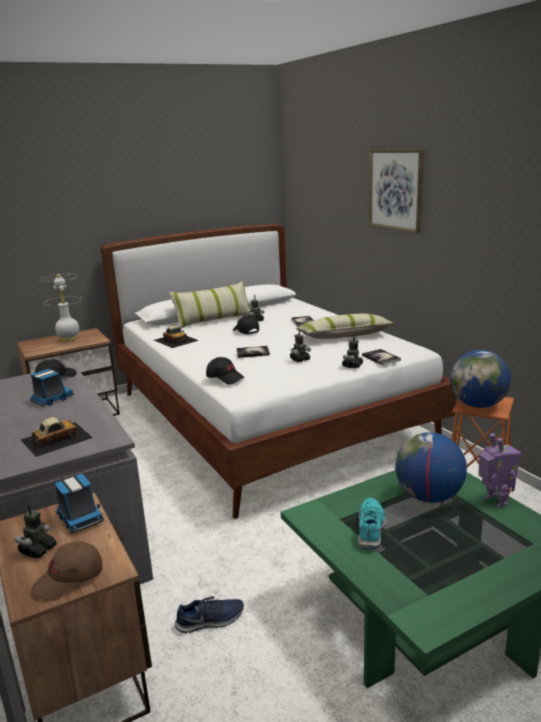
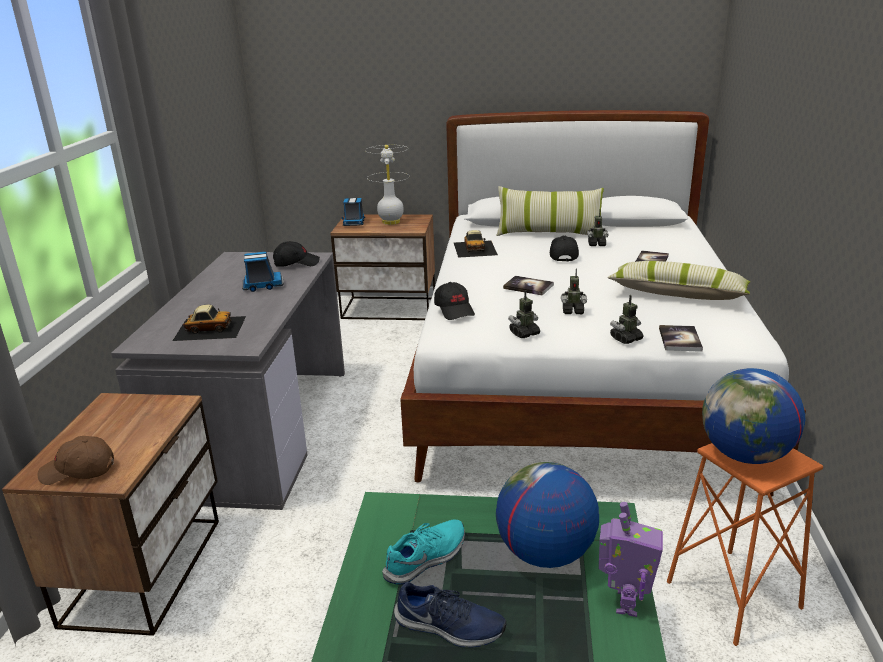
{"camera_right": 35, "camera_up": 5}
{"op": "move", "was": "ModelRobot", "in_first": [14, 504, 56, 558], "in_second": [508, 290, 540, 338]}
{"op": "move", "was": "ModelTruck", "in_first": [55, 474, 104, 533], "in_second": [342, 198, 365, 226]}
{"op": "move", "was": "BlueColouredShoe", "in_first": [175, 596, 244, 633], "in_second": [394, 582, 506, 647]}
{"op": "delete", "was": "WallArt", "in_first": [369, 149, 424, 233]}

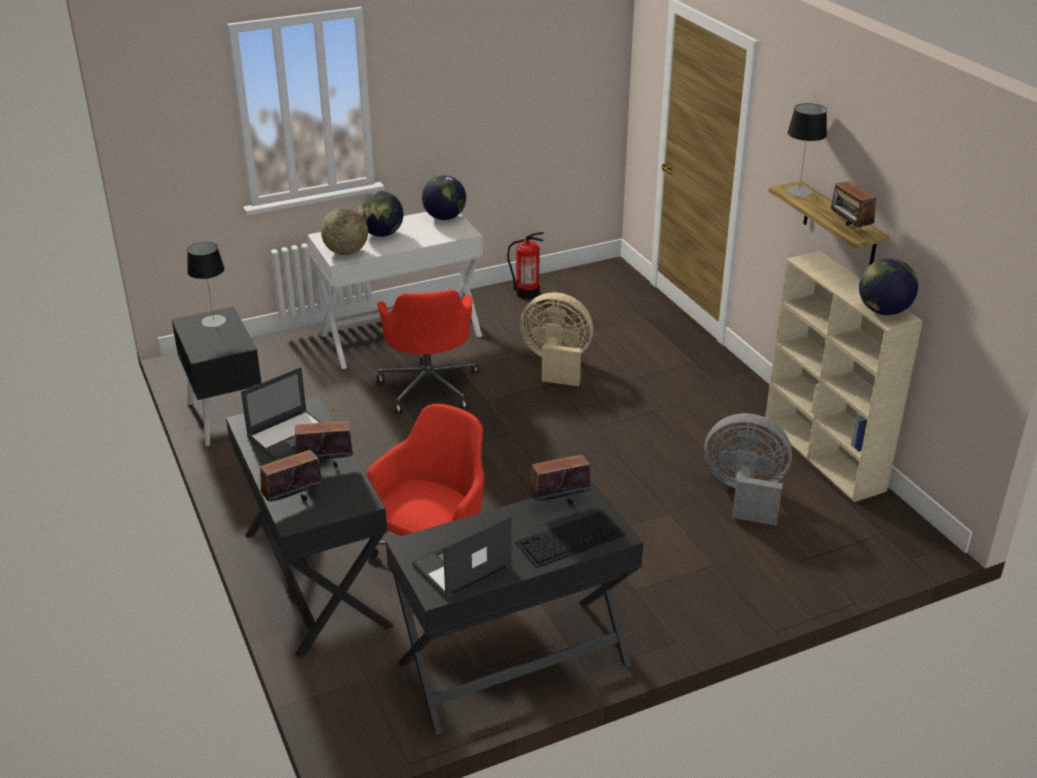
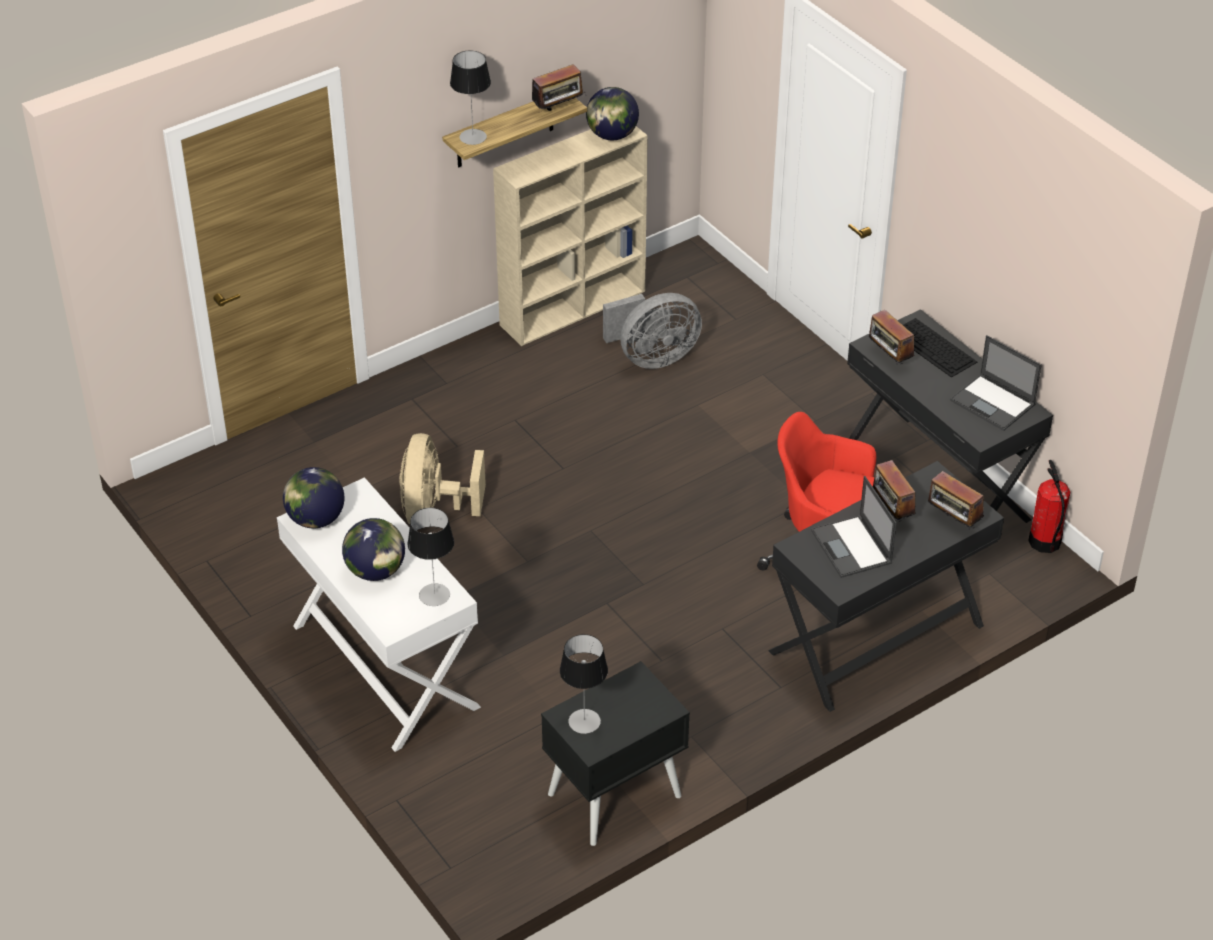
{"camera_right": -100, "camera_up": 10}
{"op": "rotate", "was": "Laptop", "in_first": [241, 367, 321, 461], "in_second": [811, 476, 897, 578], "clockwise": -150}
{"op": "replace", "was": "DeskGlobe", "now": "TabletopLamp", "in_first": [321, 208, 368, 255], "in_second": [407, 508, 454, 606]}
{"op": "delete", "was": "RedDeskChair", "in_first": [377, 290, 479, 414]}
{"op": "move", "was": "Extinguisher", "in_first": [507, 232, 544, 299], "in_second": [1028, 460, 1070, 553]}
{"op": "rotate", "was": "GreyishCoolingFan", "in_first": [704, 413, 792, 526], "in_second": [603, 293, 702, 369], "clockwise": -120}

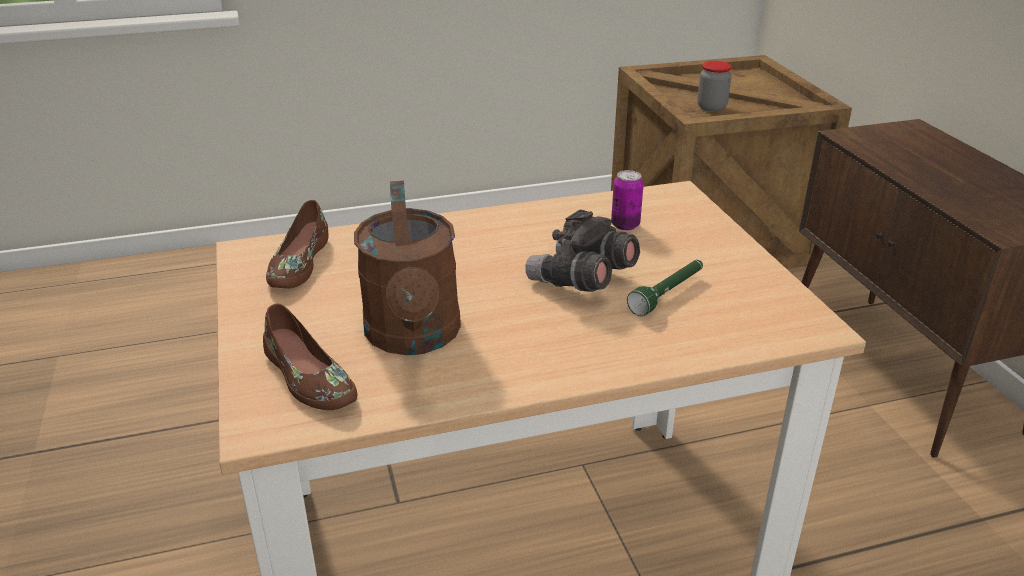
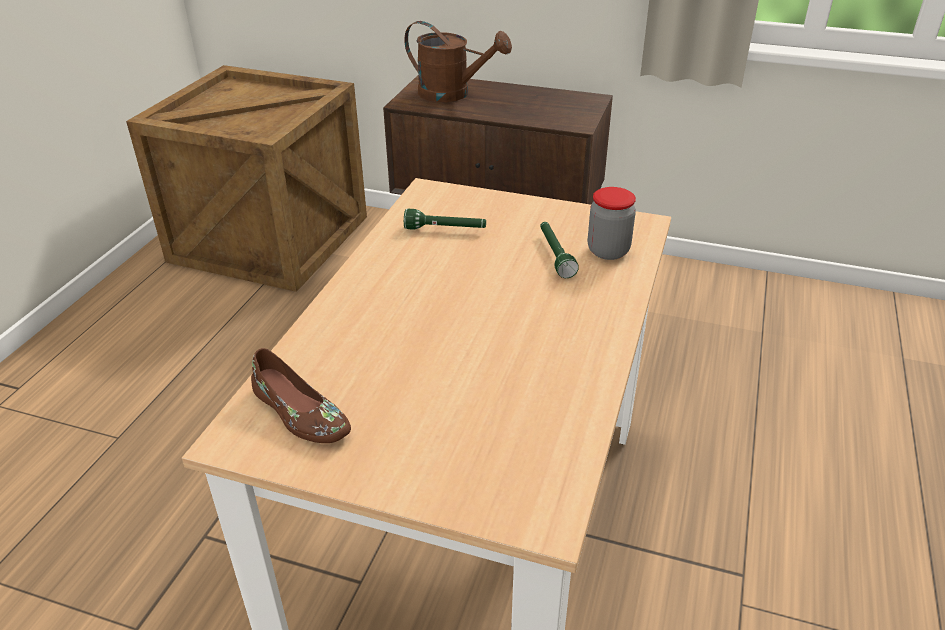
{"camera_right": -55, "camera_up": 5}
{"op": "delete", "was": "BrownColouredShoe", "in_first": [263, 303, 357, 410]}
{"op": "move", "was": "BrownColouredWateringCan", "in_first": [354, 181, 461, 355], "in_second": [404, 21, 512, 102]}
{"op": "delete", "was": "GreyishFieldGlasses", "in_first": [525, 210, 640, 292]}
{"op": "replace", "was": "MetalCan", "now": "GreenishFlashlight", "in_first": [611, 170, 644, 231], "in_second": [404, 209, 486, 230]}
{"op": "move", "was": "StorageJar", "in_first": [697, 61, 732, 112], "in_second": [588, 187, 636, 260]}

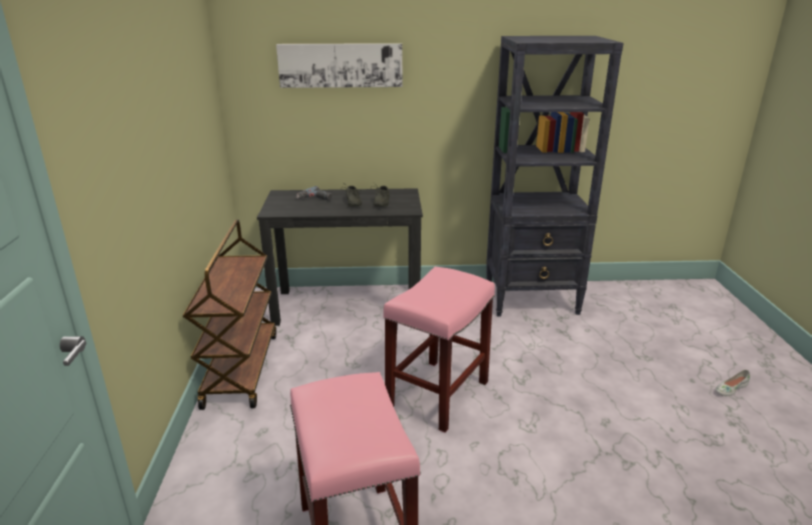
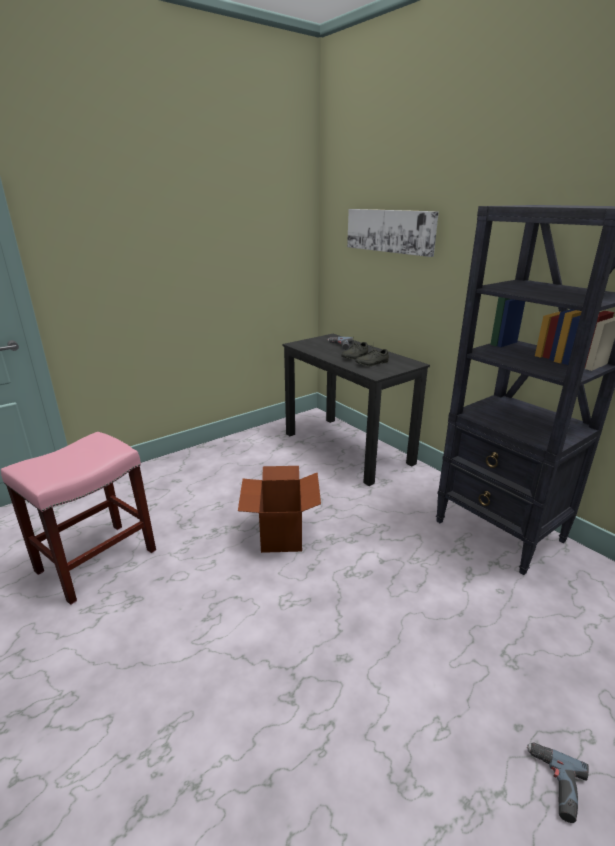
{"camera_right": 55, "camera_up": 0}
{"op": "delete", "was": "BrownColouredCart", "in_first": [183, 220, 276, 410]}
{"op": "replace", "was": "PinkSittingStool", "now": "Carton", "in_first": [383, 267, 495, 433], "in_second": [238, 466, 321, 553]}
{"op": "replace", "was": "WhiteColouredShoe", "now": "ElectricDrill", "in_first": [715, 370, 750, 396], "in_second": [527, 742, 589, 823]}

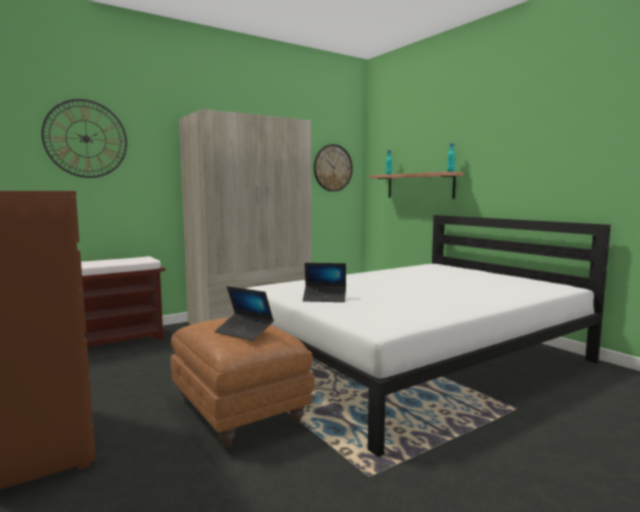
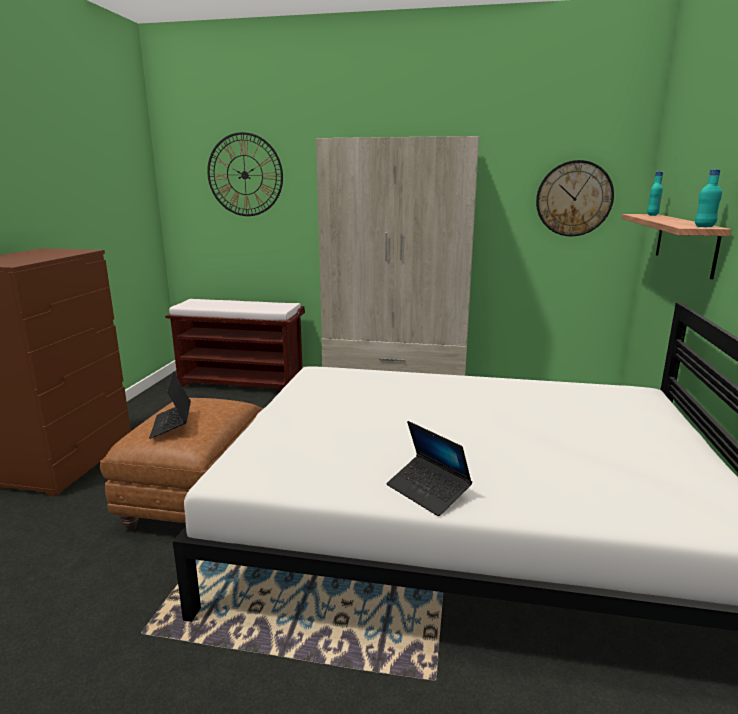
{"camera_right": 45, "camera_up": 10}
{"op": "move", "was": "Laptop", "in_first": [303, 263, 346, 302], "in_second": [386, 421, 472, 516]}

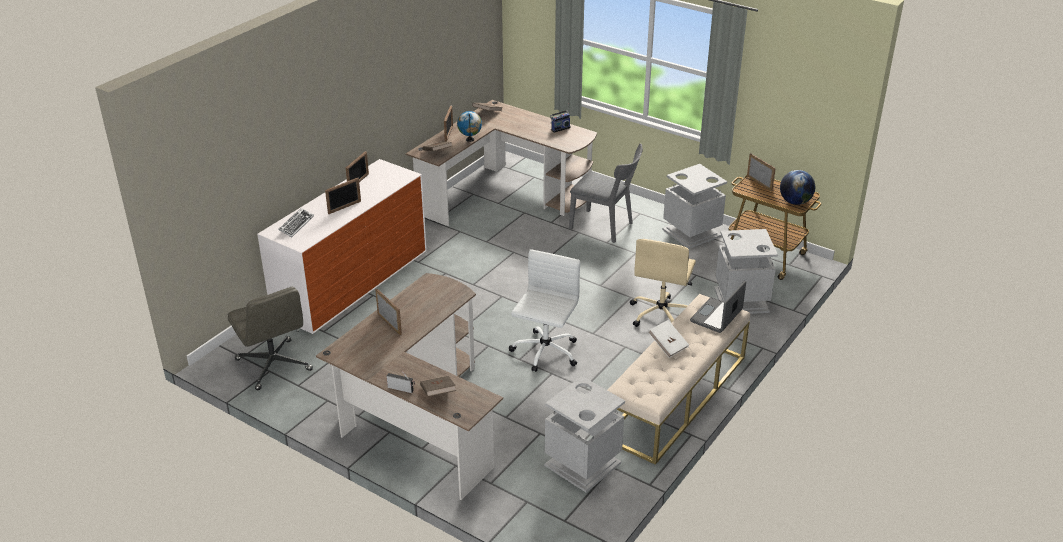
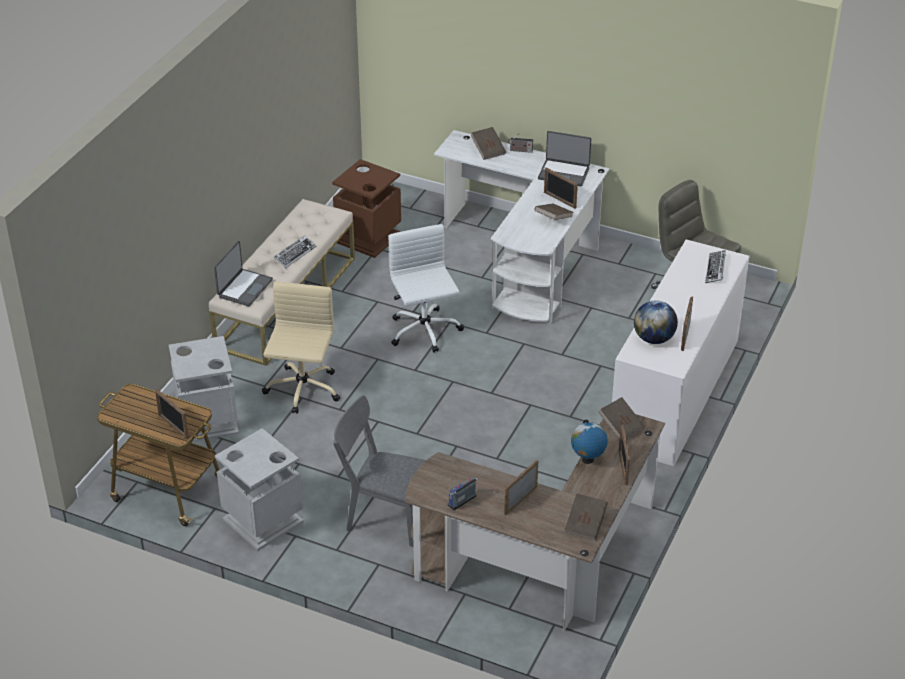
{"camera_right": 170, "camera_up": 5}
{"op": "recolor", "was": "BrownColouredDeskTable", "now": "WhiteColouredDeskTable", "in_first": [316, 273, 503, 500], "in_second": [434, 130, 610, 324]}
{"op": "move", "was": "PhotoFrame", "in_first": [325, 178, 361, 214], "in_second": [504, 460, 538, 515]}
{"op": "rotate", "was": "WhiteColouredDeskChair", "in_first": [509, 250, 580, 372], "in_second": [388, 224, 464, 352], "clockwise": 150}
{"op": "recolor", "was": "GreyishWasteBin", "now": "BrownColouredWasteBin", "in_first": [545, 376, 625, 493], "in_second": [332, 159, 401, 258]}
{"op": "replace", "was": "WhiteColouredBook", "now": "Keyboard", "in_first": [648, 320, 689, 358], "in_second": [274, 235, 316, 268]}
{"op": "move", "was": "DeskGlobe", "in_first": [780, 170, 815, 205], "in_second": [634, 300, 678, 344]}
{"op": "insert", "now": "BrownColouredBook", "in_second": [534, 203, 574, 220]}
{"op": "insert", "now": "Laptop", "in_second": [538, 131, 591, 186]}

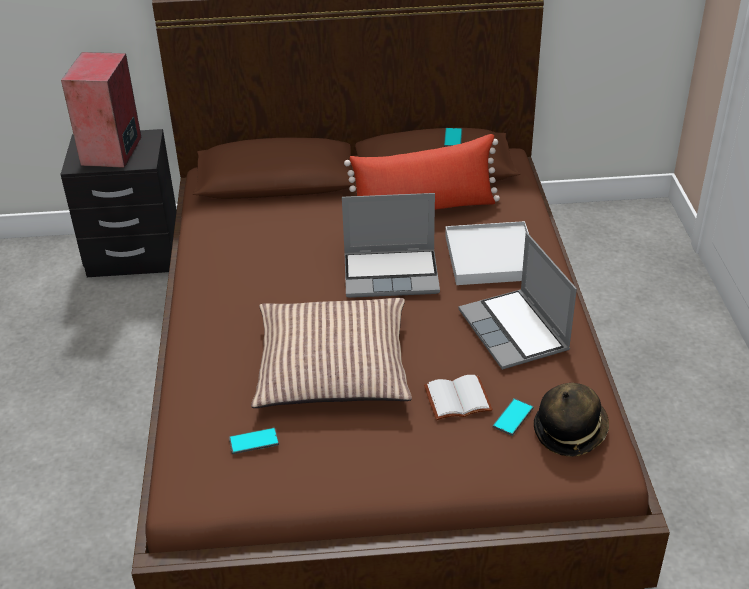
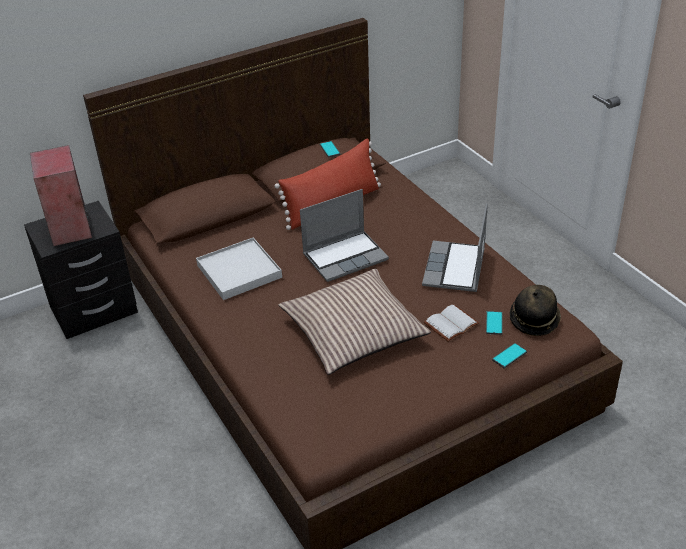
{"camera_right": -25, "camera_up": 0}
{"op": "move", "was": "Telephone", "in_first": [229, 428, 279, 454], "in_second": [492, 343, 527, 368]}
{"op": "move", "was": "WhiteColouredTray", "in_first": [445, 221, 529, 285], "in_second": [196, 237, 282, 300]}
{"op": "rotate", "was": "Laptop", "in_first": [459, 232, 577, 370], "in_second": [422, 203, 488, 292], "clockwise": 60}

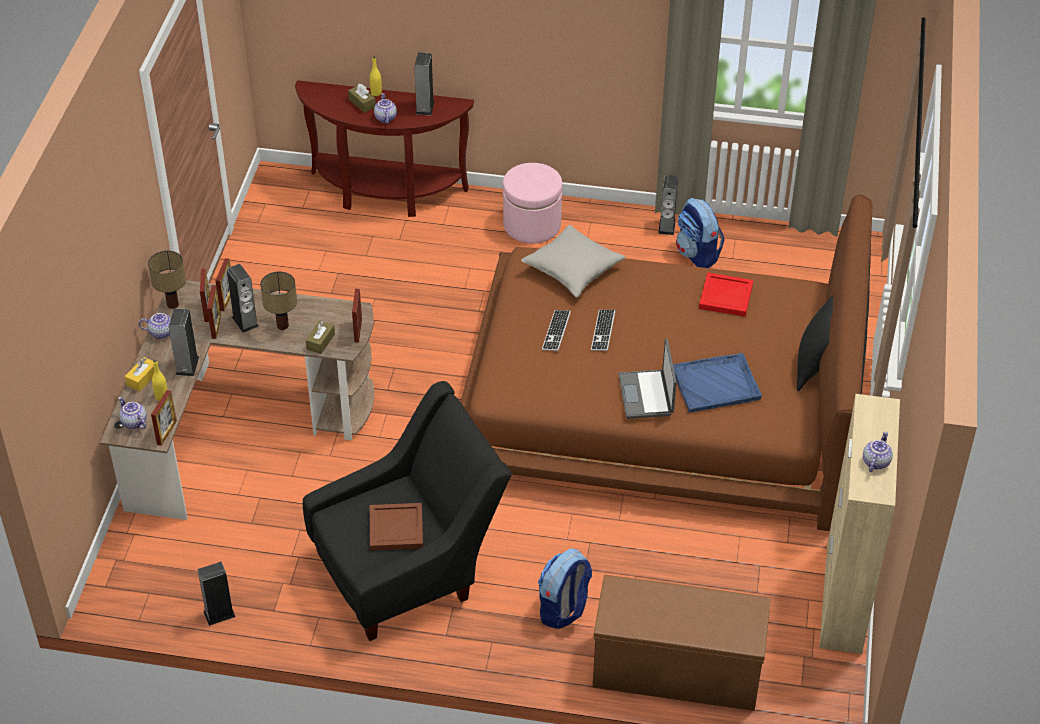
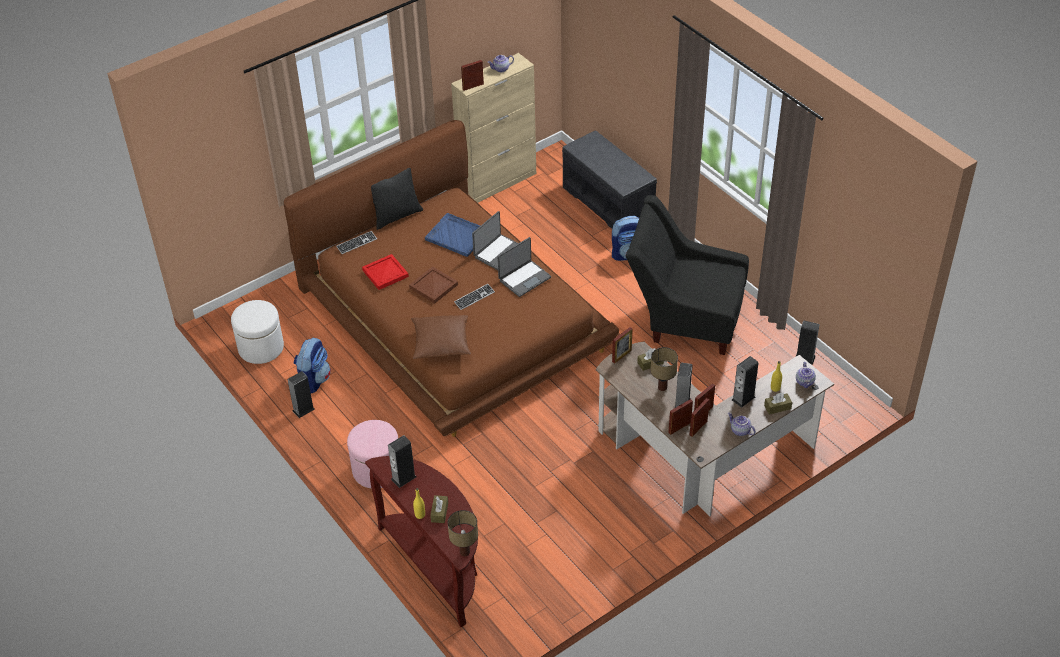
{"camera_right": -135, "camera_up": 0}
{"op": "recolor", "was": "YellowTissueHolder", "now": "BrownColouredTissueHolder", "in_first": [124, 357, 154, 392], "in_second": [764, 393, 792, 415]}
{"op": "move", "was": "TabletopLamp", "in_first": [148, 251, 186, 309], "in_second": [448, 510, 478, 556]}
{"op": "move", "was": "PhotoFrame", "in_first": [151, 390, 177, 446], "in_second": [461, 60, 484, 91]}
{"op": "move", "was": "BrownColouredTray", "in_first": [370, 503, 423, 551], "in_second": [409, 266, 458, 304]}
{"op": "delete", "was": "Teapot", "in_first": [374, 93, 397, 124]}
{"op": "recolor", "was": "GreyishPillow", "now": "BrownColouredPillow", "in_first": [521, 225, 625, 298], "in_second": [411, 315, 471, 359]}
{"op": "move", "was": "Keyboard", "in_first": [542, 310, 571, 351], "in_second": [336, 231, 377, 254]}
{"op": "recolor", "was": "BrownColouredLongSeat", "now": "GreyishLongSeat", "in_first": [593, 575, 770, 711], "in_second": [562, 130, 657, 229]}
{"op": "insert", "now": "WhiteColouredPouffe", "in_second": [231, 300, 284, 364]}
{"op": "insert", "now": "Laptop", "in_second": [497, 237, 551, 297]}

